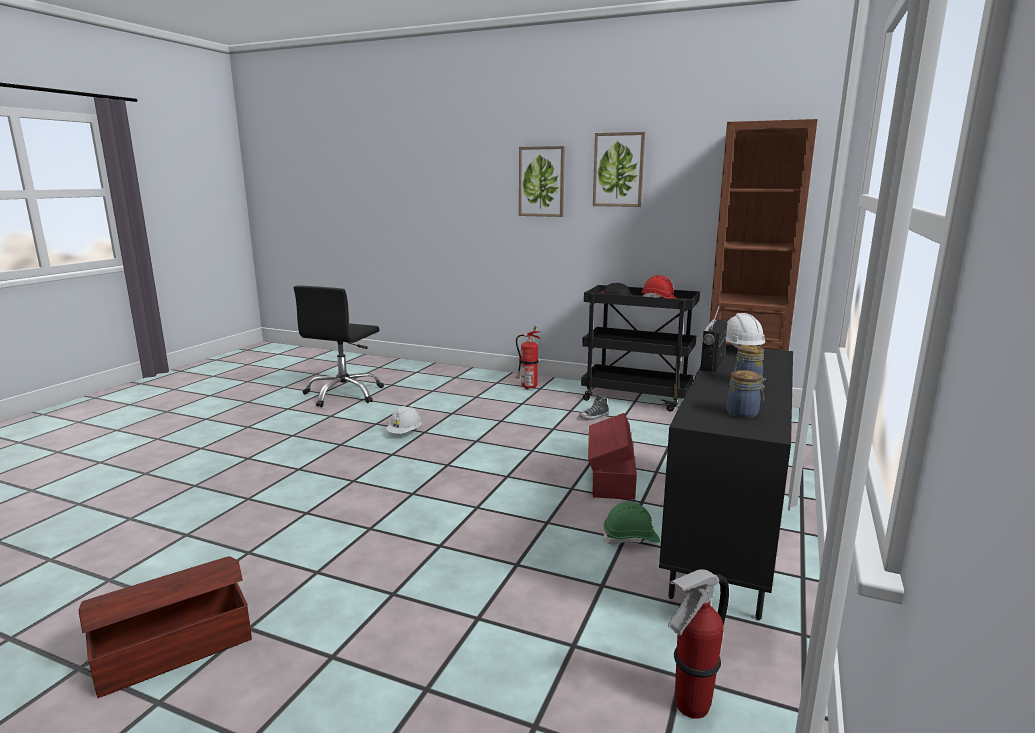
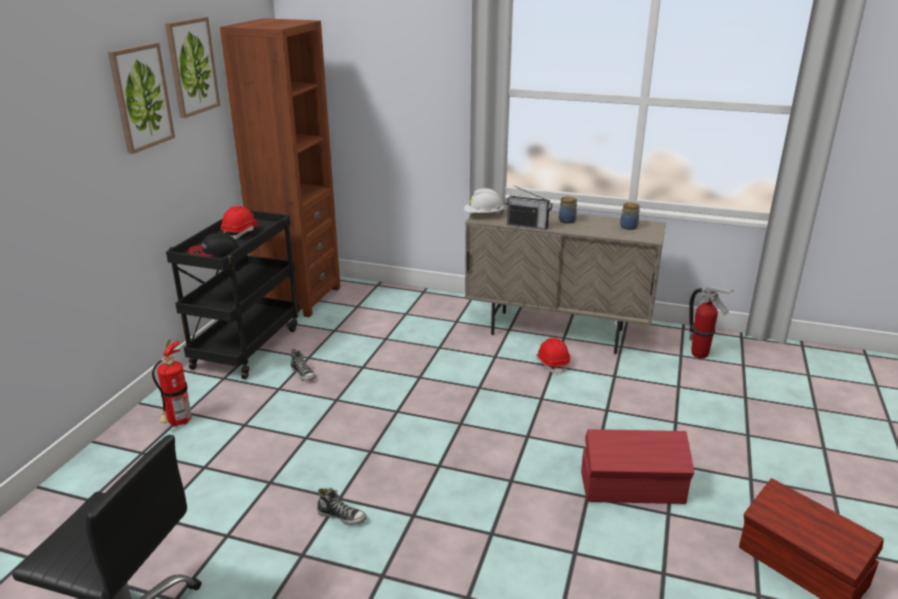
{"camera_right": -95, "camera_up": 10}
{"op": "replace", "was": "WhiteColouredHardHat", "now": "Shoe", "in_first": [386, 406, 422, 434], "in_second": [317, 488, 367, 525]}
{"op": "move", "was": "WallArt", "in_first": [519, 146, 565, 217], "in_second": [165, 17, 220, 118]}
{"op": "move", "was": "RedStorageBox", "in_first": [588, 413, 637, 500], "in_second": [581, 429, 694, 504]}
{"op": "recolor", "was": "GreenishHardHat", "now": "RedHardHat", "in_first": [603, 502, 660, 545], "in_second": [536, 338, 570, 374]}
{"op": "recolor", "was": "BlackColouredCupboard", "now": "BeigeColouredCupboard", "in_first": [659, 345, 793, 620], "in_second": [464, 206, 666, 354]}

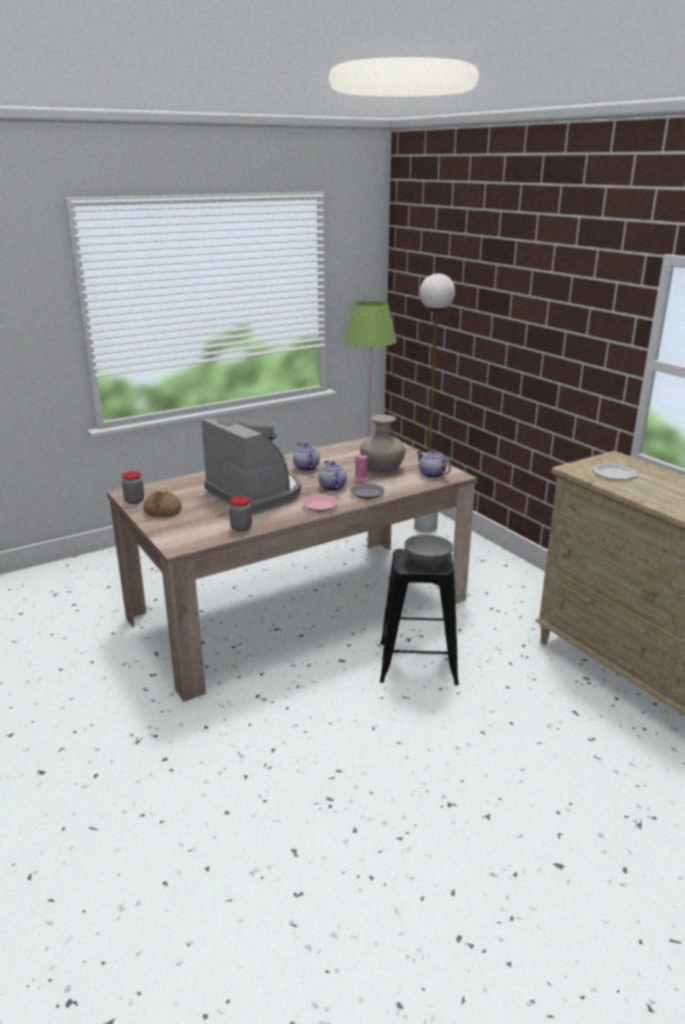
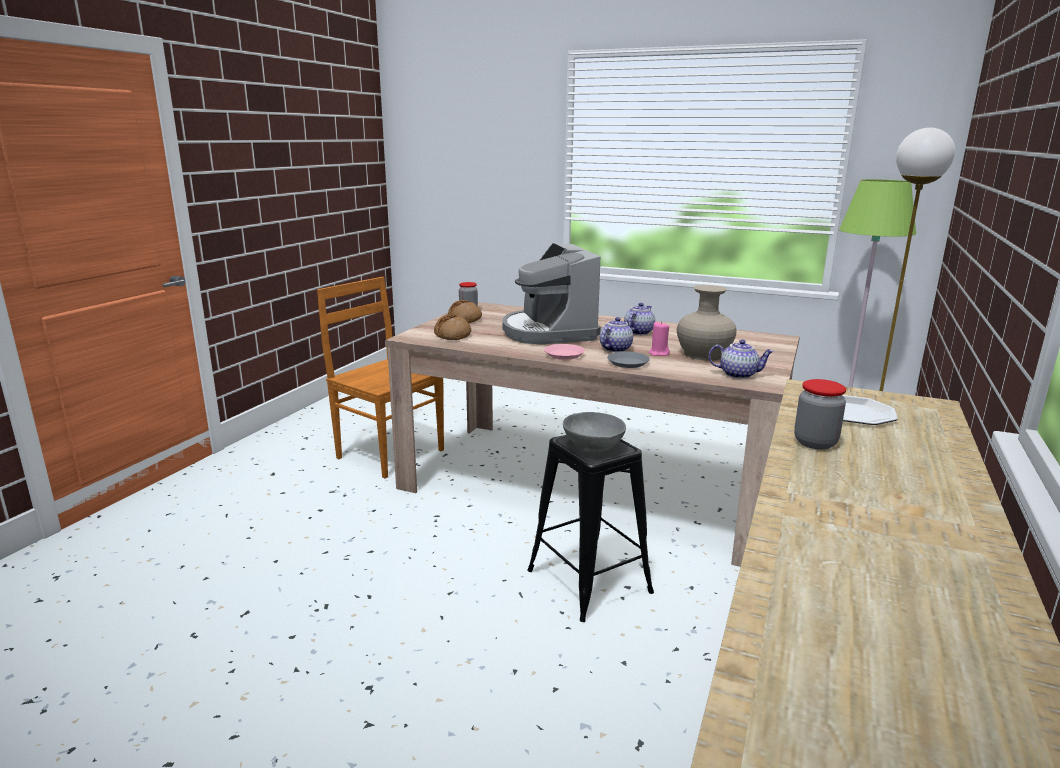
{"camera_right": 55, "camera_up": -5}
{"op": "rotate", "was": "CoffeeBrewer", "in_first": [201, 418, 301, 515], "in_second": [503, 243, 601, 344], "clockwise": 150}
{"op": "move", "was": "StorageJar", "in_first": [229, 496, 252, 532], "in_second": [794, 379, 846, 450]}
{"op": "rotate", "was": "Teapot", "in_first": [416, 449, 451, 478], "in_second": [708, 340, 774, 379], "clockwise": 90}
{"op": "insert", "now": "BrownColouredPlainChair", "in_second": [317, 277, 444, 478]}
{"op": "insert", "now": "Bread", "in_second": [434, 314, 471, 340]}

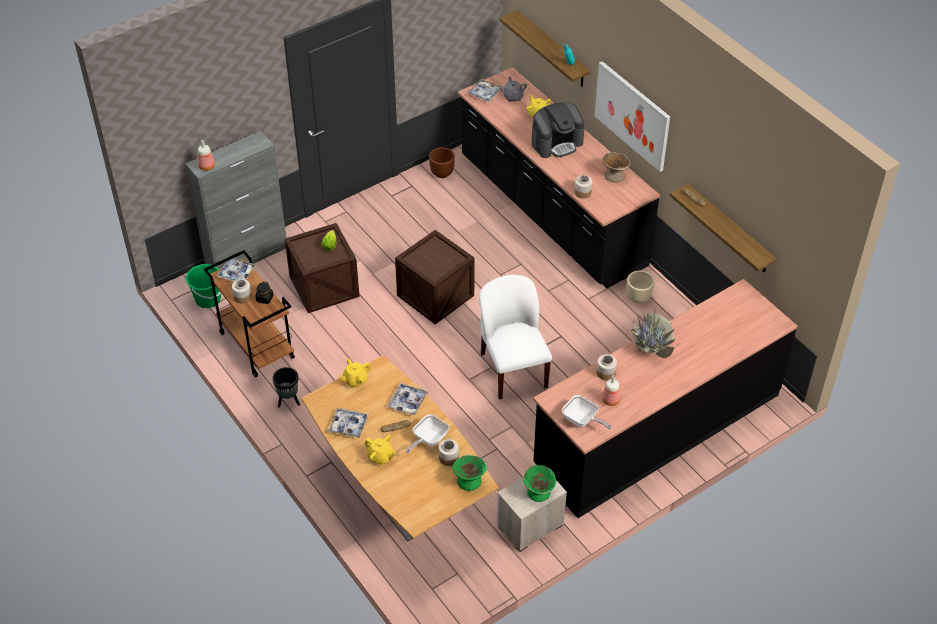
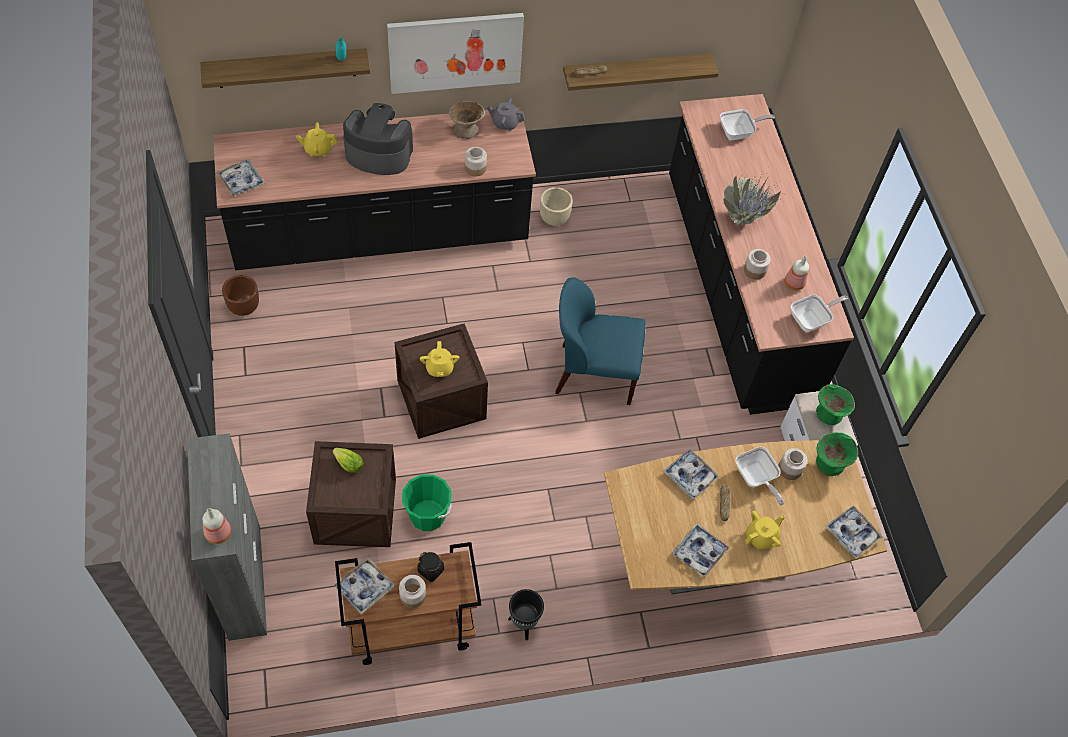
{"camera_right": -70, "camera_up": 10}
{"op": "move", "was": "GreenishPail", "in_first": [185, 264, 221, 308], "in_second": [402, 475, 452, 531]}
{"op": "move", "was": "YellowTeapot", "in_first": [339, 358, 371, 388], "in_second": [420, 341, 459, 377]}
{"op": "recolor", "was": "WhiteColouredPlainChair", "now": "BlueColouredPlainChair", "in_first": [479, 275, 552, 400], "in_second": [555, 277, 646, 405]}
{"op": "move", "was": "GreyishTeapot", "in_first": [500, 77, 527, 102], "in_second": [487, 97, 525, 131]}
{"op": "rotate", "was": "CoffeeBrewer", "in_first": [531, 102, 585, 158], "in_second": [343, 103, 413, 175], "clockwise": -75}
{"op": "insert", "now": "FryingPan", "in_second": [720, 109, 775, 140]}
{"op": "insert", "now": "Tray", "in_second": [825, 505, 883, 558]}

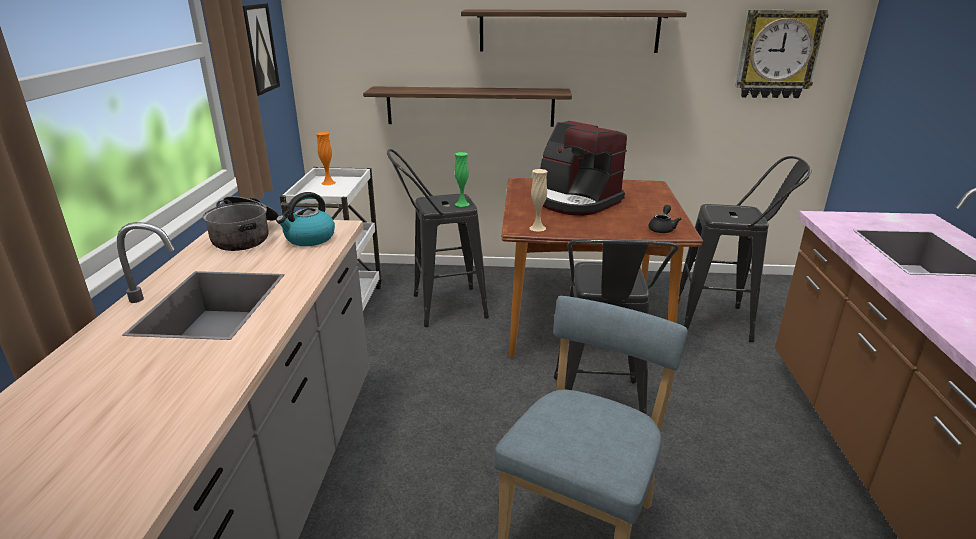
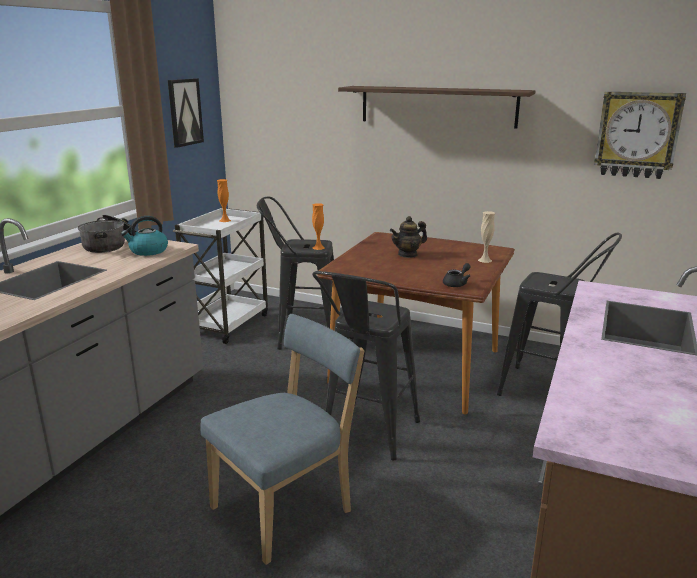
{"camera_right": 20, "camera_up": -5}
{"op": "delete", "was": "WallShelf", "in_first": [363, 86, 572, 127]}
{"op": "recolor", "was": "GreenishDecorativeVase", "now": "OrangeColouredDecorativeVase", "in_first": [455, 152, 470, 207], "in_second": [312, 203, 325, 250]}
{"op": "move", "was": "BeigeColouredDecorativeVase", "in_first": [529, 169, 548, 232], "in_second": [478, 211, 495, 263]}
{"op": "replace", "was": "CoffeeBrewer", "now": "Teapot", "in_first": [540, 121, 627, 216], "in_second": [390, 216, 427, 258]}

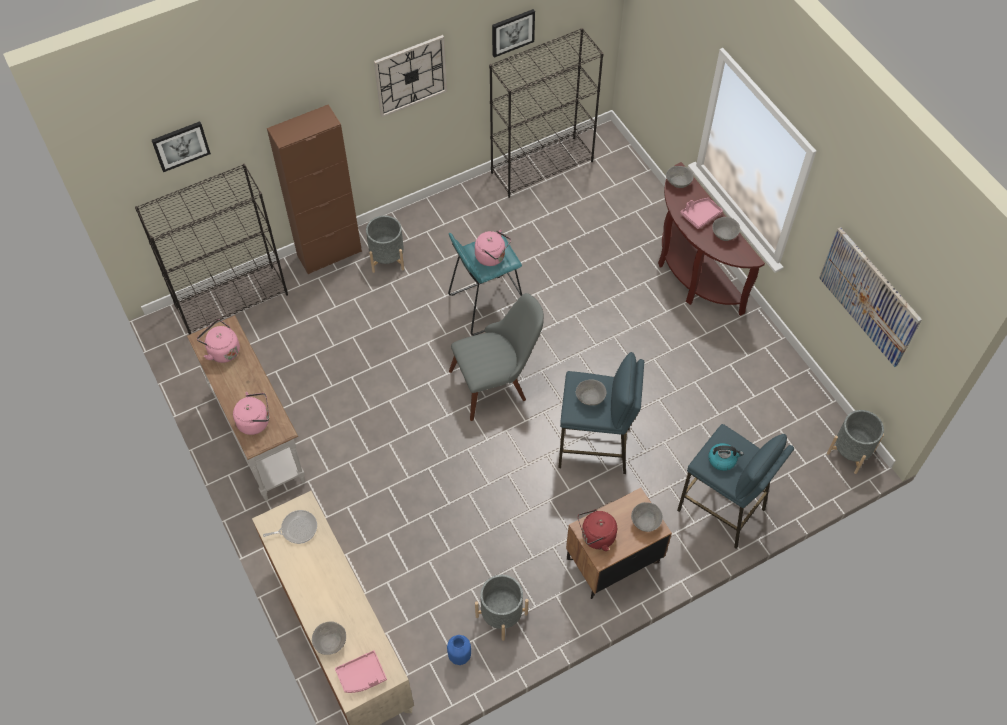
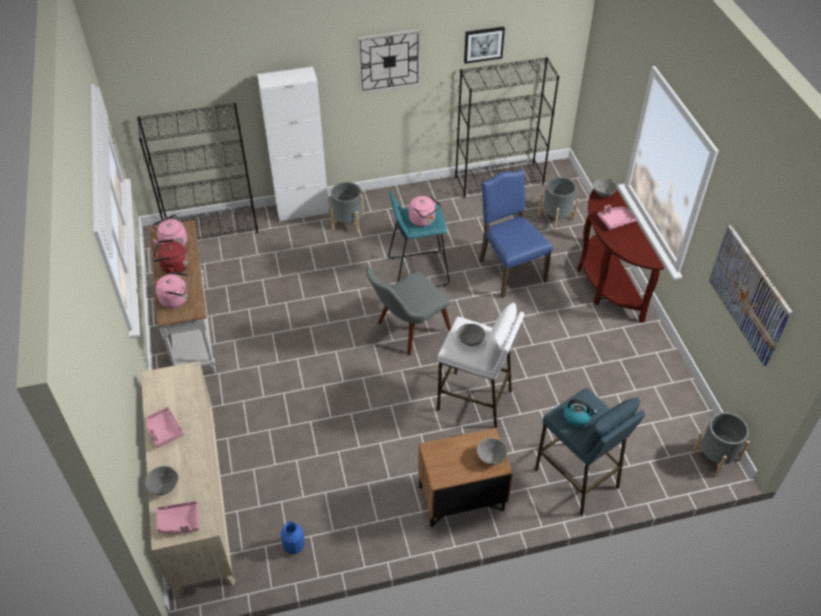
{"camera_right": 15, "camera_up": -10}
{"op": "delete", "was": "WallArt", "in_first": [152, 122, 211, 172]}
{"op": "delete", "was": "FryingPan", "in_first": [263, 510, 317, 544]}
{"op": "recolor", "was": "BrownColouredCupboard", "now": "WhiteColouredCupboard", "in_first": [267, 105, 362, 275], "in_second": [257, 67, 329, 222]}
{"op": "rotate", "was": "GreyishPlainChair", "in_first": [449, 293, 544, 421], "in_second": [366, 266, 451, 355], "clockwise": 150}
{"op": "move", "was": "GreyishPlantPot", "in_first": [475, 575, 529, 641], "in_second": [538, 177, 579, 230]}
{"op": "recolor", "was": "BlueColouredSittingStool", "now": "WhiteColouredSittingStool", "in_first": [558, 352, 644, 474], "in_second": [437, 303, 525, 428]}
{"op": "move", "was": "RedTeaKettle", "in_first": [578, 509, 617, 551], "in_second": [153, 239, 189, 274]}
{"op": "delete", "was": "GreyishServingBowl", "in_first": [712, 217, 740, 241]}
{"op": "insert", "now": "PinkTray", "in_second": [146, 407, 184, 448]}
{"op": "insert", "now": "BlueColouredPlainChair", "in_second": [479, 169, 553, 298]}

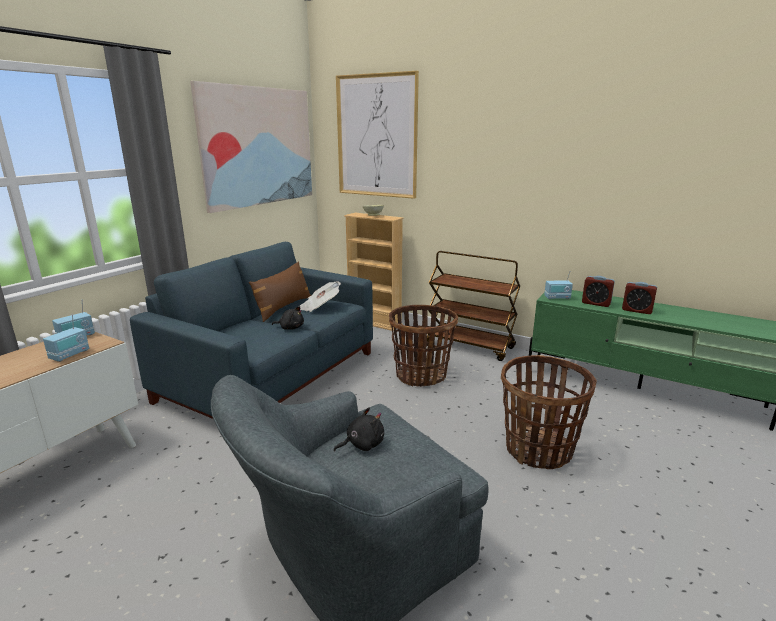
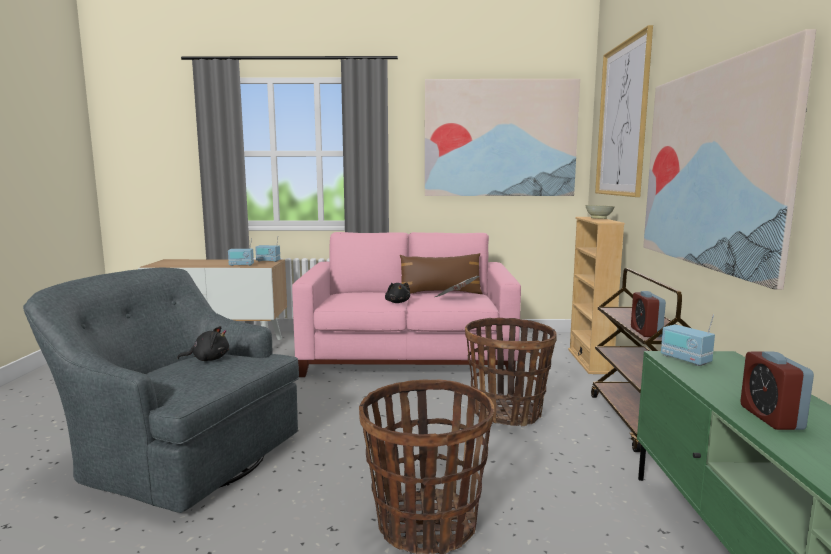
{"camera_right": 60, "camera_up": -10}
{"op": "recolor", "was": "BlueColouredCouch", "now": "PinkCouch", "in_first": [130, 242, 373, 419], "in_second": [292, 232, 521, 378]}
{"op": "rotate", "was": "BlackColouredSoftToy", "in_first": [334, 407, 384, 451], "in_second": [177, 326, 229, 361], "clockwise": -45}
{"op": "move", "was": "AlarmClock", "in_first": [582, 276, 615, 307], "in_second": [631, 291, 666, 337]}
{"op": "insert", "now": "WallArt", "in_second": [643, 29, 816, 289]}

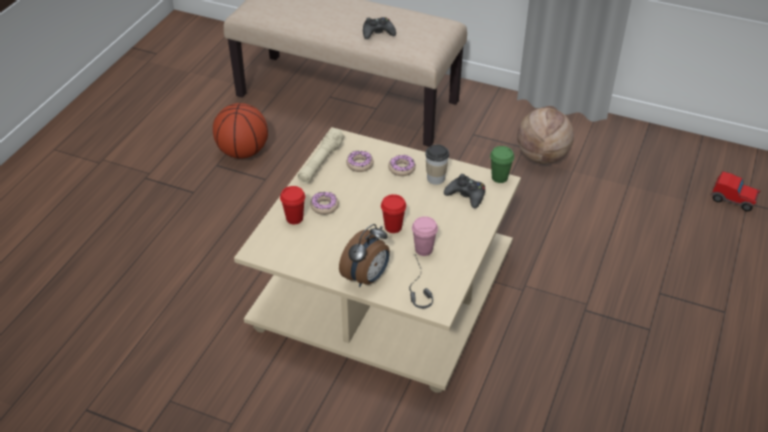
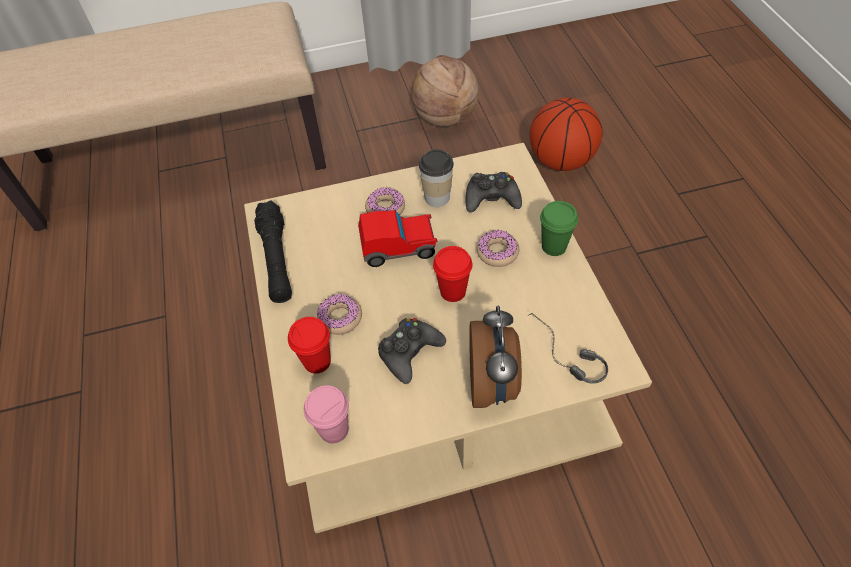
{"camera_right": -35, "camera_up": 10}
{"op": "move", "was": "BasketballBall", "in_first": [213, 103, 268, 159], "in_second": [529, 98, 603, 171]}
{"op": "recolor", "was": "BeigeColouredFlashlight", "now": "BlackColouredFlashlight", "in_first": [298, 128, 345, 184], "in_second": [254, 200, 292, 303]}
{"op": "move", "was": "Donut", "in_first": [346, 151, 374, 172], "in_second": [477, 230, 519, 267]}
{"op": "move", "was": "BlackColouredGamepad", "in_first": [363, 17, 396, 39], "in_second": [378, 318, 446, 384]}
{"op": "move", "was": "PinkCup", "in_first": [412, 216, 438, 256], "in_second": [304, 385, 349, 444]}
{"op": "move", "was": "GreenishCup", "in_first": [490, 146, 514, 183], "in_second": [540, 201, 578, 256]}
{"op": "move", "was": "MiniatureCar", "in_first": [712, 171, 760, 211], "in_second": [358, 210, 438, 267]}

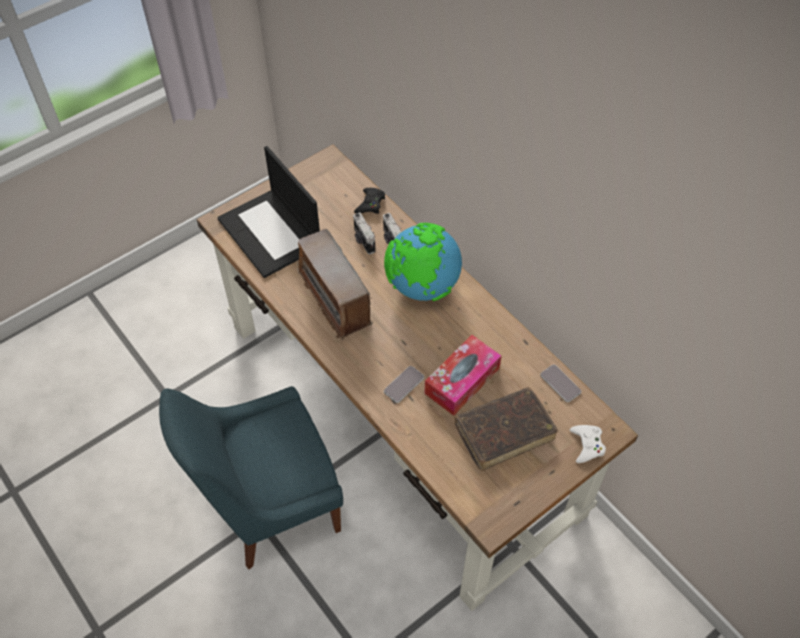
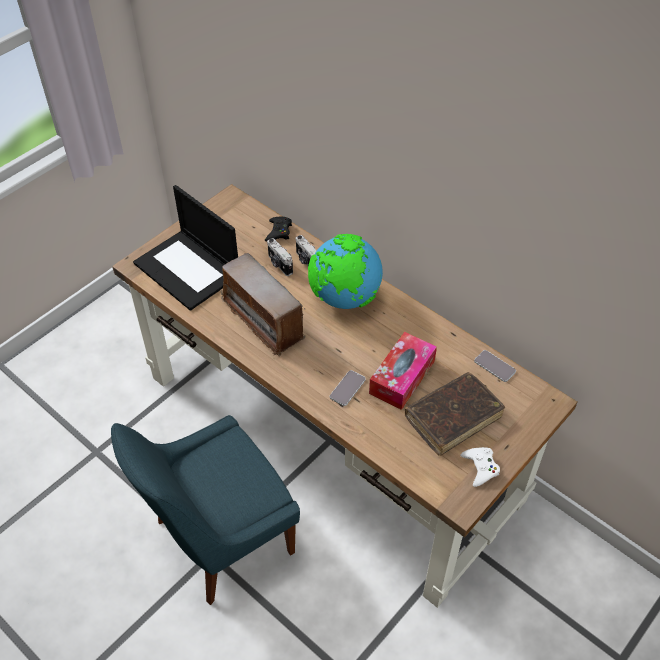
{"camera_right": -10, "camera_up": -5}
{"op": "move", "was": "WhiteColouredGamepad", "in_first": [570, 425, 606, 463], "in_second": [461, 447, 500, 487]}

